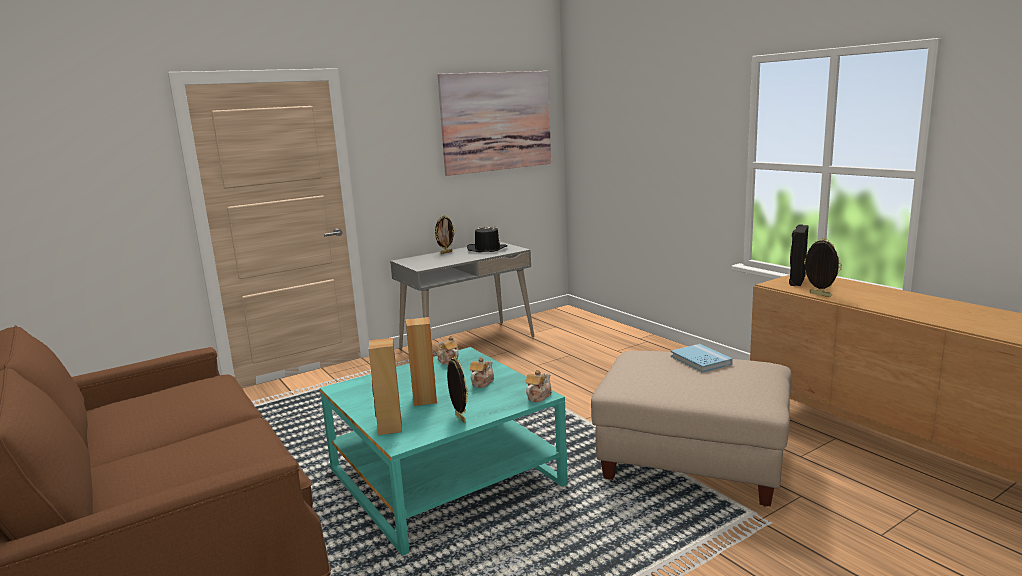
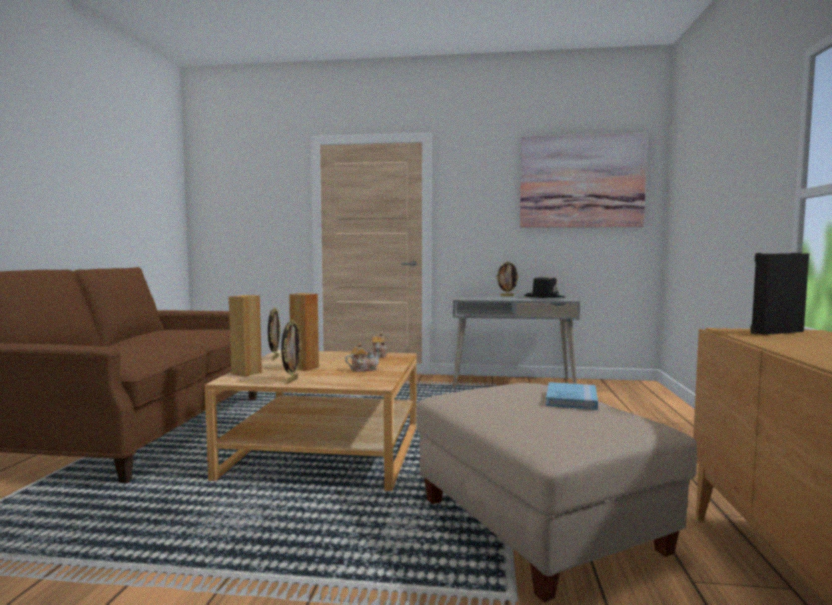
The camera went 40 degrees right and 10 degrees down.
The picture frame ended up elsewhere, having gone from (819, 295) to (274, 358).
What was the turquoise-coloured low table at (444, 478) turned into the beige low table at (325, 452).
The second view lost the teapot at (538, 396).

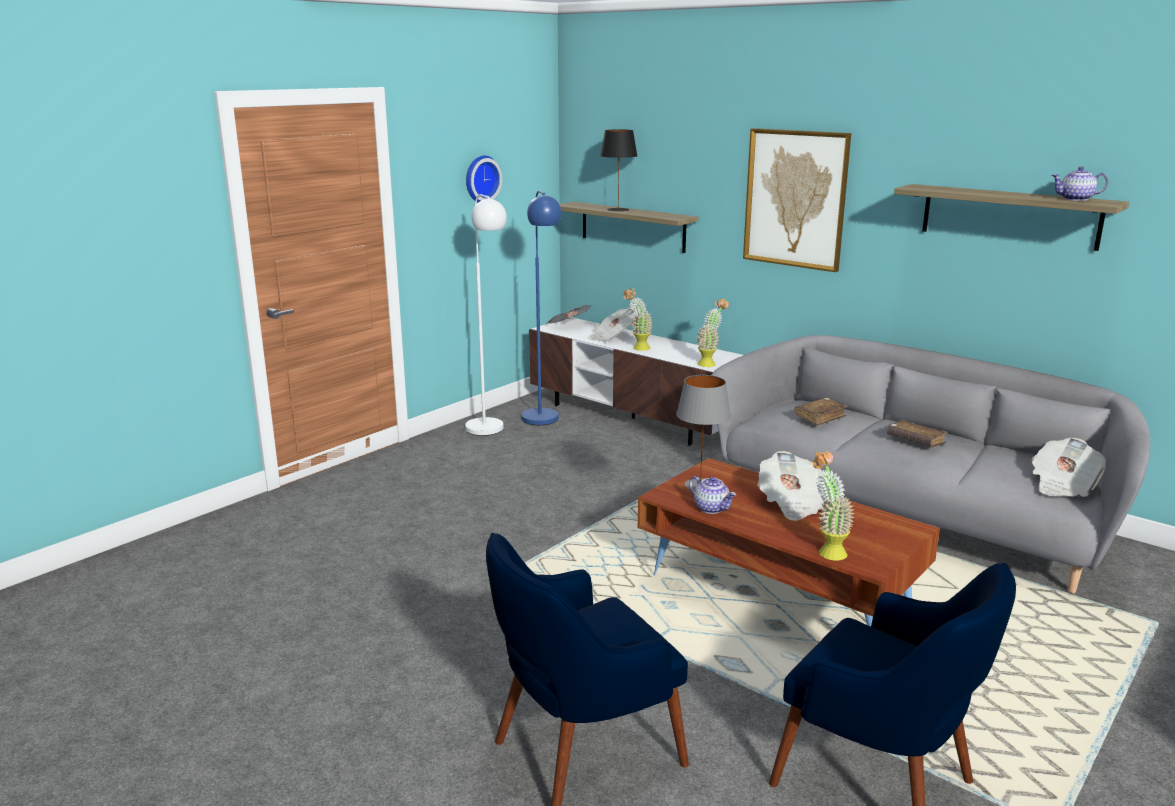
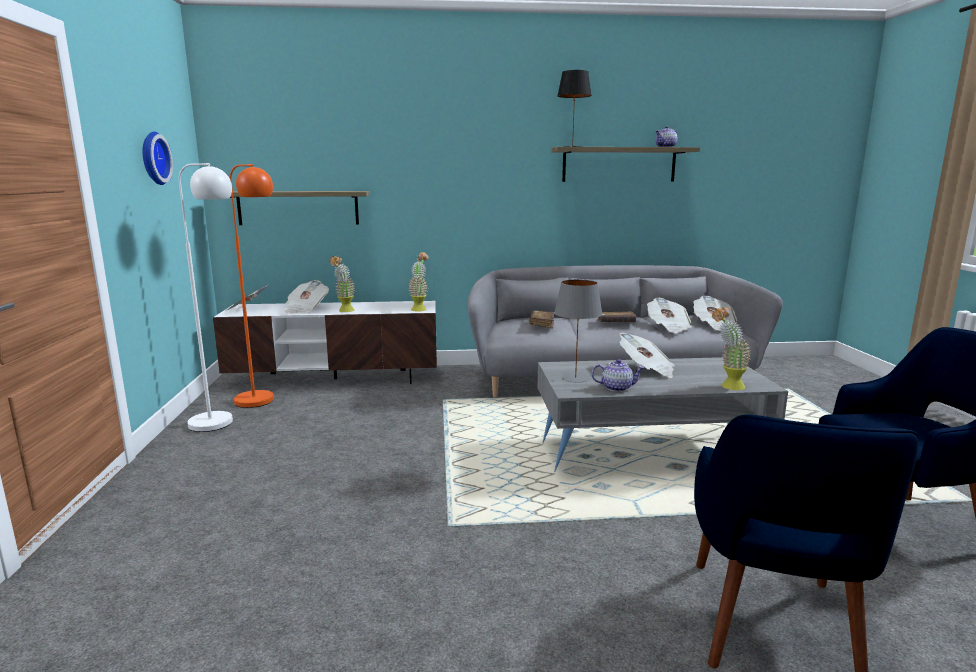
The camera went 45 degrees left and 5 degrees down.
The second view lost the wall picture at (795, 199).
The black-coloured tabletop lamp ended up elsewhere, having gone from (618, 210) to (573, 147).
What was the bluish standing lamp at (543, 423) turned into the orangey standing lamp at (263, 403).
What was the brown-coloured low table at (777, 602) turned into the greyish low table at (648, 453).
The second view gained the daily paper at (668, 327).

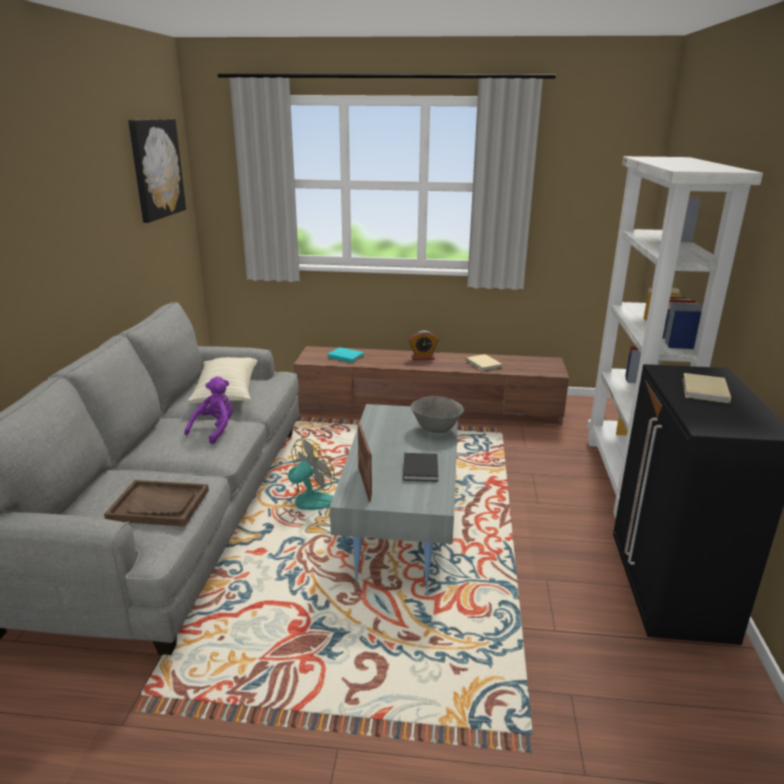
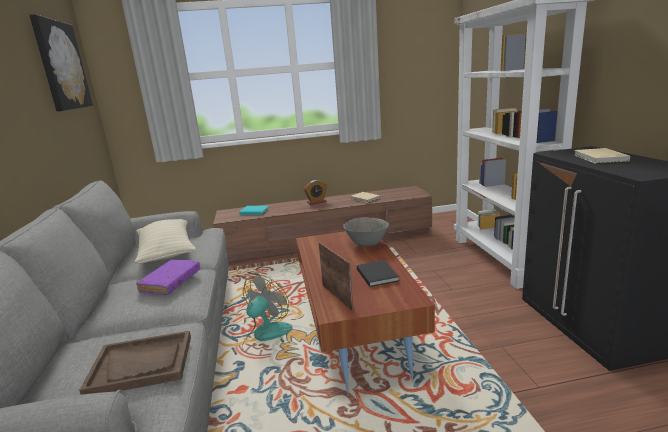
The camera went 15 degrees left and 5 degrees down.
Where the purple soft toy stood at (215, 430), the purple book came to stand at (171, 282).
What was the greyish low table at (401, 520) turned into the brown-coloured low table at (355, 329).

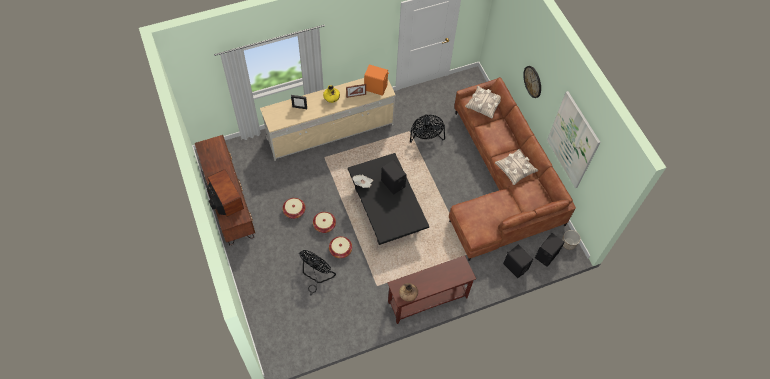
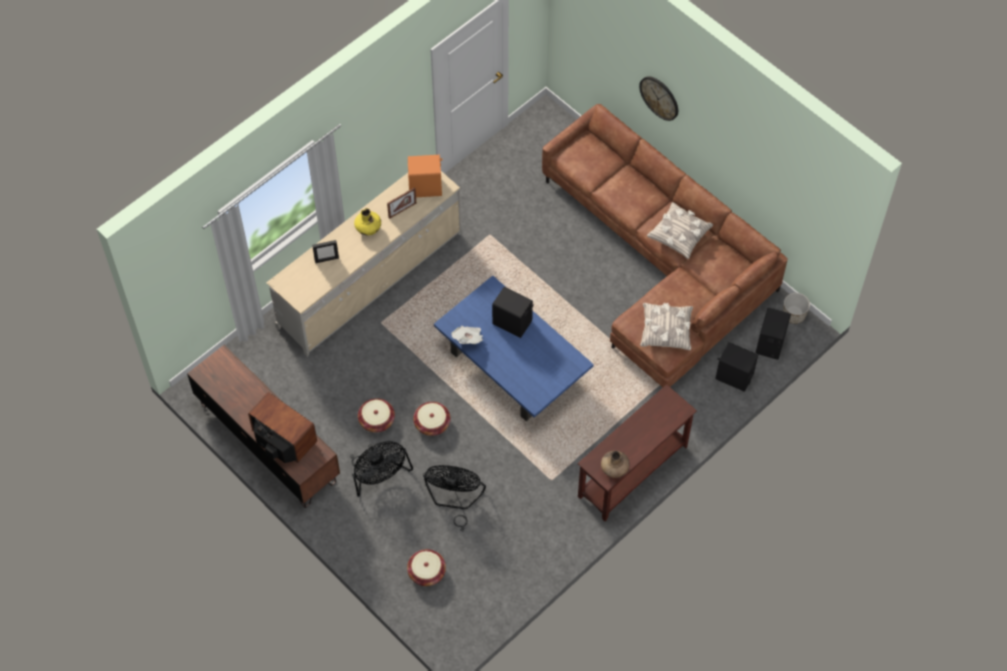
The camera went 20 degrees left and 0 degrees up.
The beige pillow ended up elsewhere, having gone from (483, 106) to (665, 331).
The second view lost the wall picture at (573, 140).
The black-coloured fan ended up elsewhere, having gone from (424, 136) to (377, 474).
What was the black-coloured low table at (387, 210) turned into the bluish low table at (514, 365).
The household basket ended up elsewhere, having gone from (340, 250) to (426, 572).

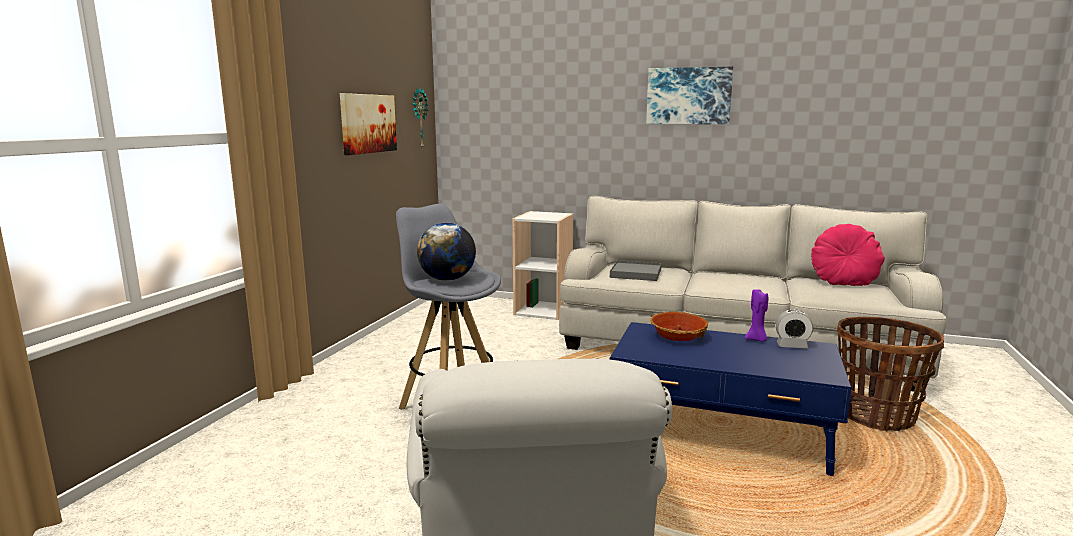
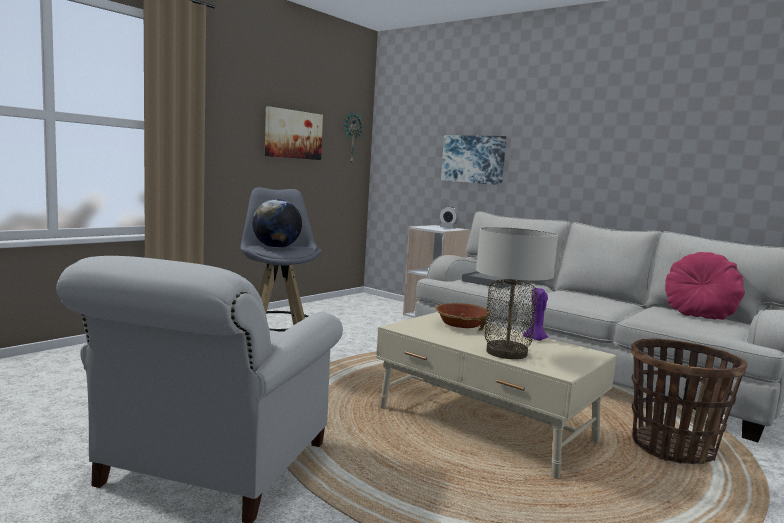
The camera went 20 degrees right and 5 degrees down.
The wall picture ended up elsewhere, having gone from (688, 96) to (473, 159).
The table clock ended up elsewhere, having gone from (792, 345) to (448, 228).
What was the bluish low table at (721, 433) turned into the beige low table at (485, 425).
The second view gained the tabletop lamp at (506, 352).

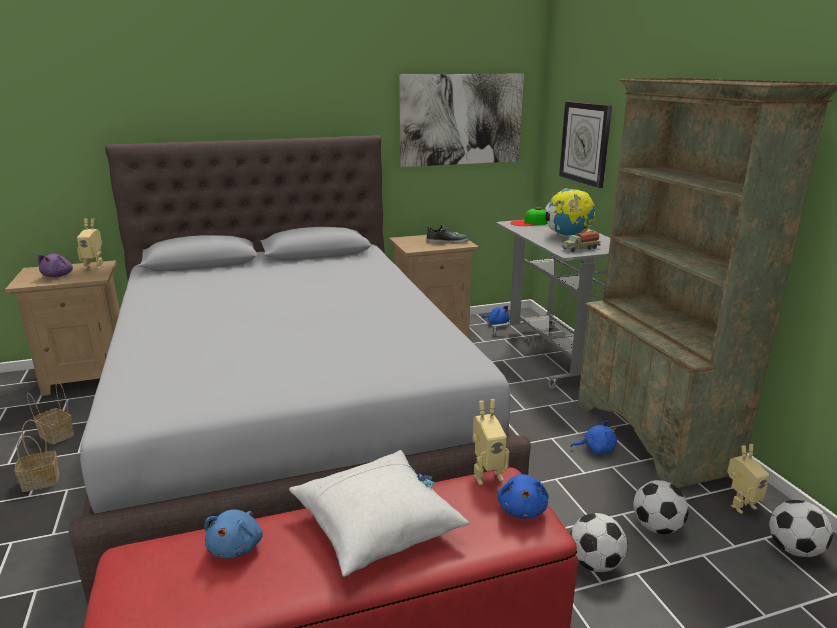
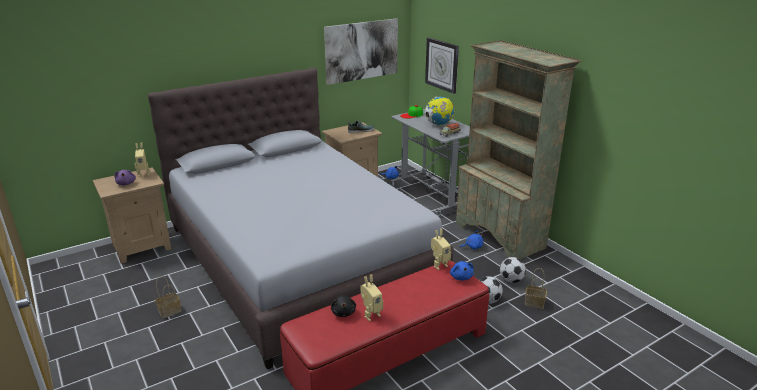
The camera went 15 degrees left and 5 degrees up.
The household basket ended up elsewhere, having gone from (55, 435) to (533, 303).
The model robot ended up elsewhere, having gone from (740, 504) to (371, 315).
The second view lost the greyish pillow at (376, 527).
The second view lost the football at (794, 549).
What was the bluish soft toy at (237, 547) turned into the black-coloured soft toy at (343, 312).

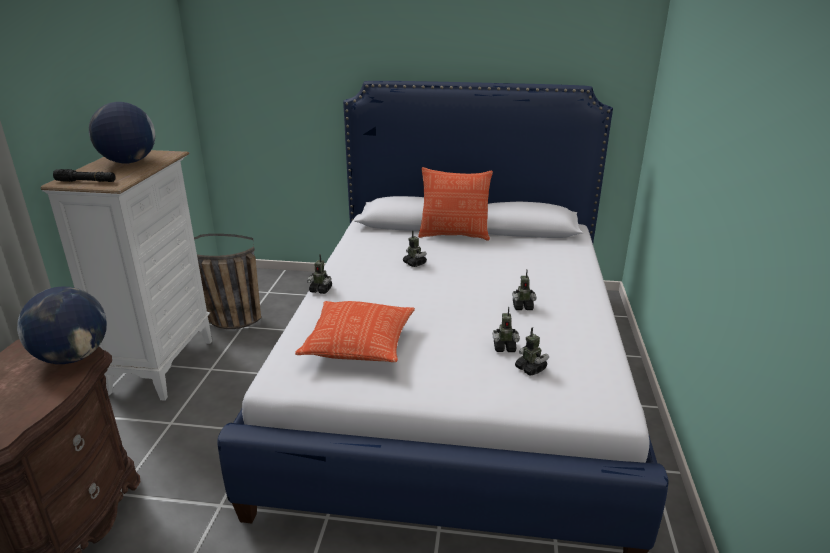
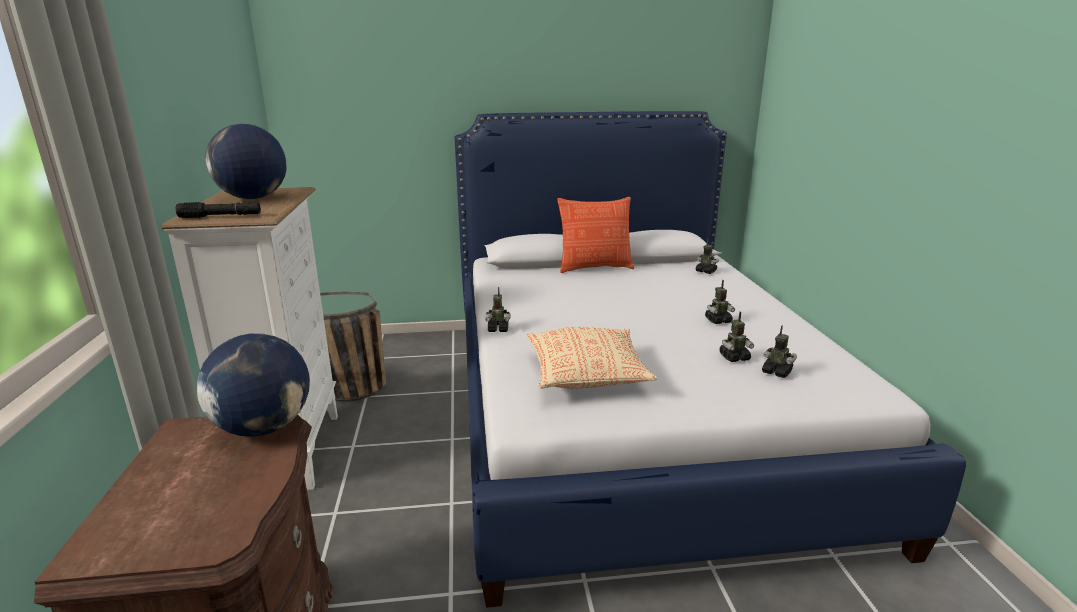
The camera went 15 degrees left and 5 degrees down.
The model robot ended up elsewhere, having gone from (414, 263) to (705, 271).
What was the orangey pillow at (358, 345) turned into the beige pillow at (587, 374).

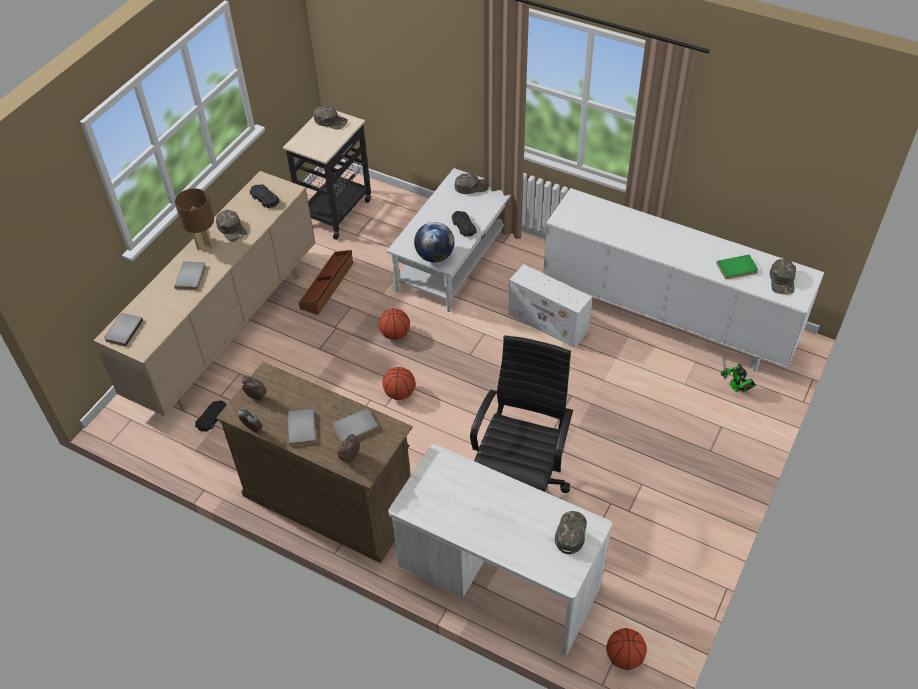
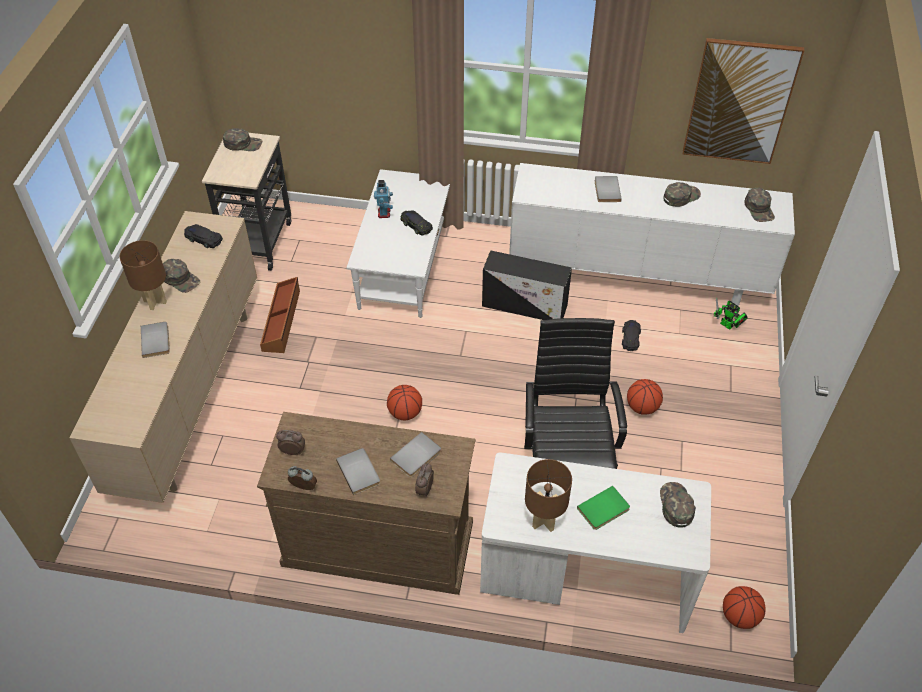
The camera went 20 degrees left and 0 degrees up.
The greenish peaked cap ended up elsewhere, having gone from (471, 186) to (681, 196).
The second view lost the world globe at (435, 256).
The greenish book ended up elsewhere, having gone from (737, 269) to (604, 510).
What was the whitish storage container at (549, 323) turned into the black-coloured storage container at (526, 306).
The basketball ended up elsewhere, having gone from (395, 334) to (642, 407).
The greyish book ended up elsewhere, having gone from (122, 330) to (606, 190).
The black-coloured model car ended up elsewhere, having gone from (212, 417) to (630, 337).
The second view gained the wall picture at (739, 102).
The second view gained the model robot at (384, 213).
The second view gained the brown-coloured tabletop lamp at (543, 521).

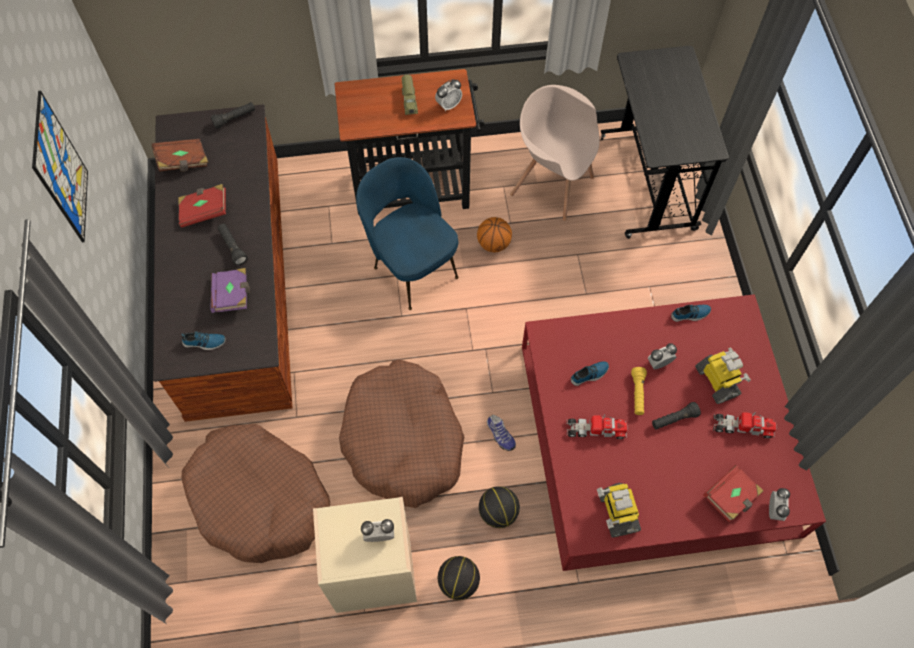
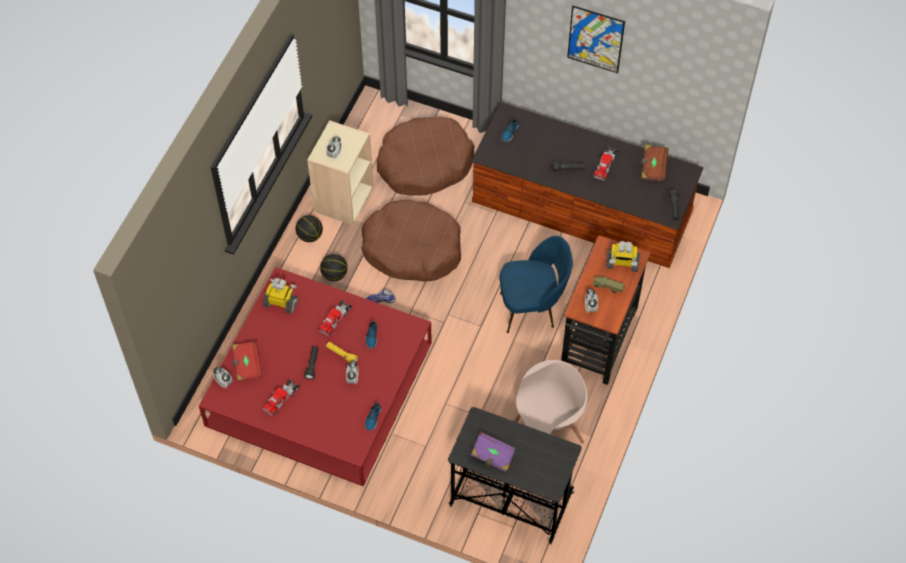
The camera went 120 degrees right and 5 degrees down.
Where the red-coloured book stood at (204, 211), the toy truck came to stand at (605, 165).
The second view lost the basketball at (494, 244).
The purple book ended up elsewhere, having gone from (232, 295) to (492, 456).
The model robot ended up elsewhere, having gone from (717, 381) to (622, 263).

